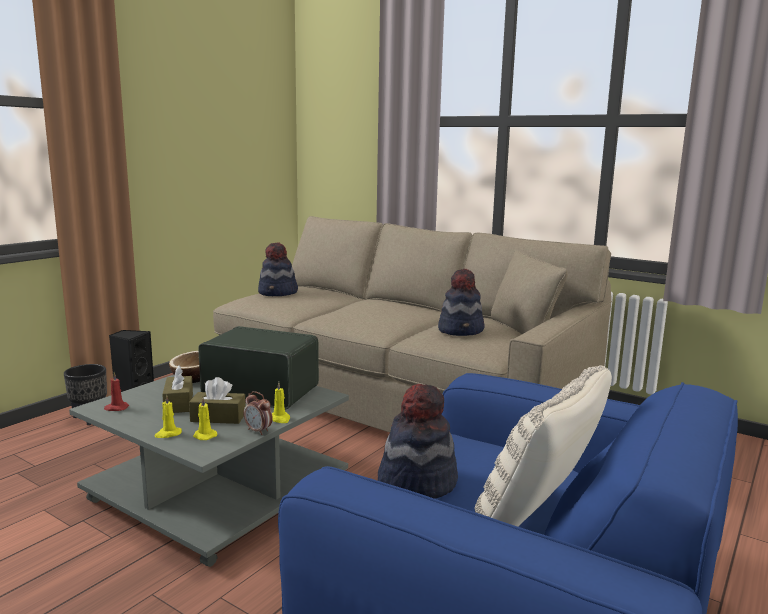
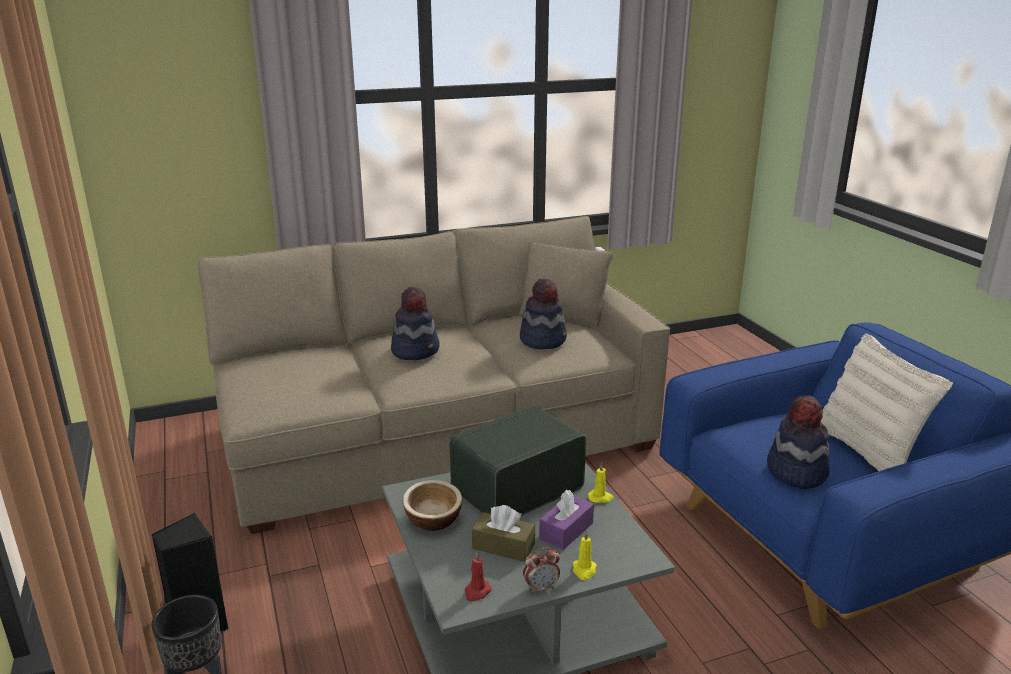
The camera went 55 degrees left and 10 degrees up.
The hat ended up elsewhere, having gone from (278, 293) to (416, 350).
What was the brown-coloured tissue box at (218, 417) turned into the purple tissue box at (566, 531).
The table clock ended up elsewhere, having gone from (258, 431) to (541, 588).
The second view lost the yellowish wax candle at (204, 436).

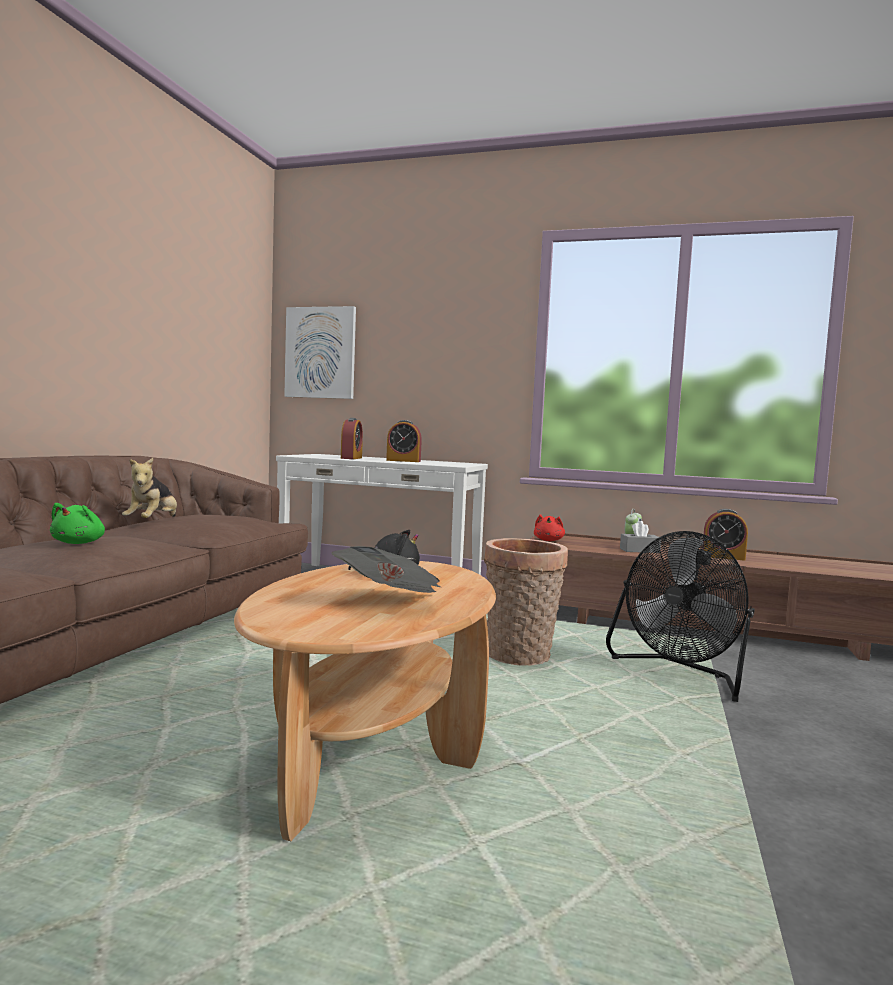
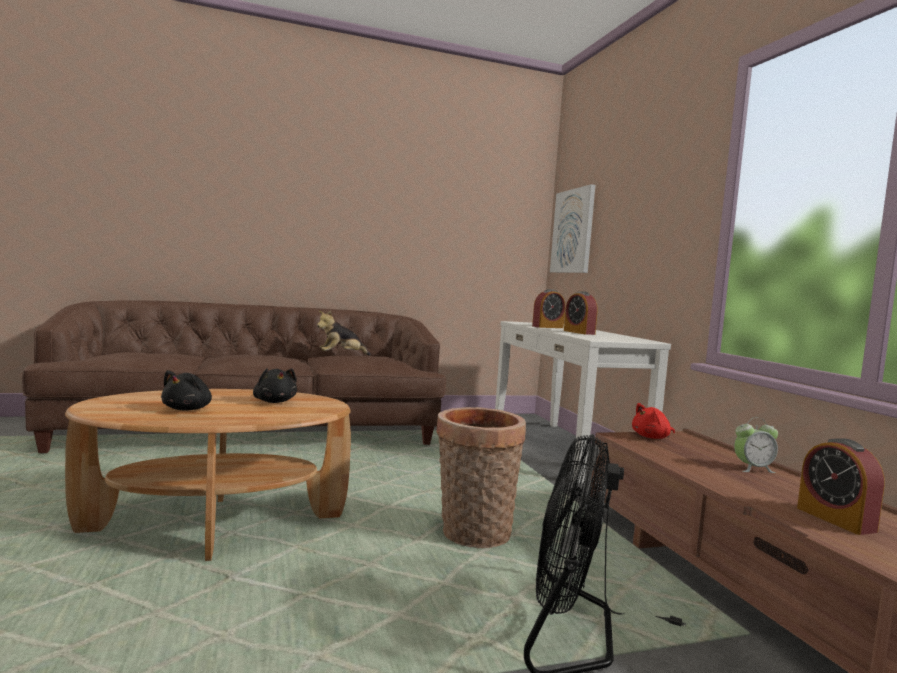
The camera went 55 degrees right and 0 degrees up.
The second view lost the greenish soft toy at (79, 543).
The second view lost the greyish tissue box at (639, 550).
Where the daily paper stood at (390, 602), the black-coloured soft toy came to stand at (188, 409).

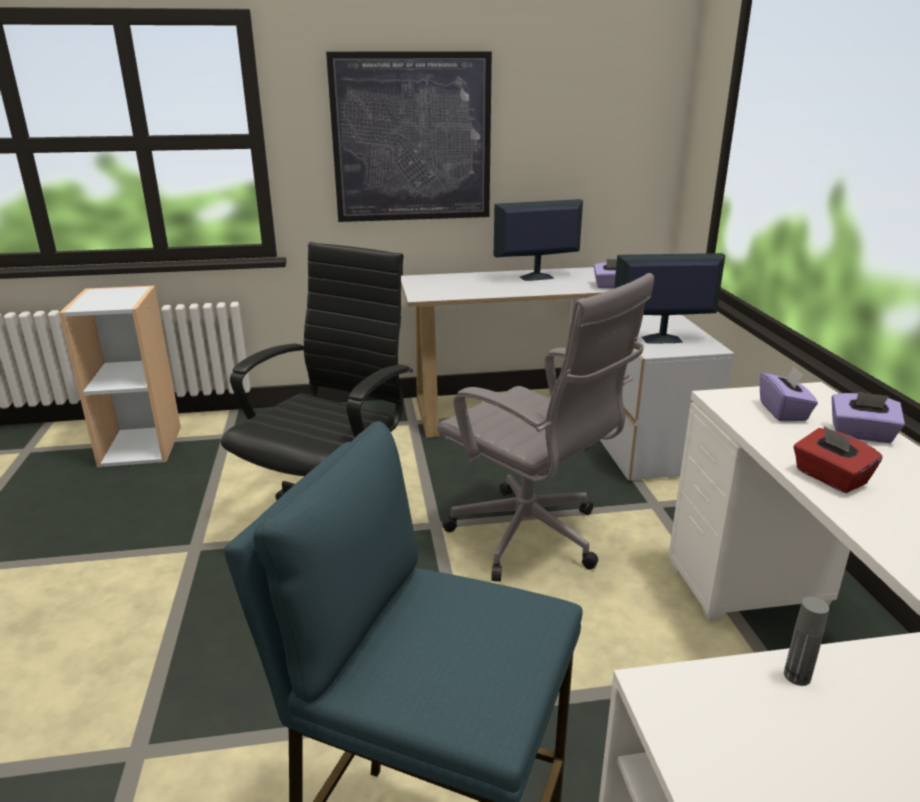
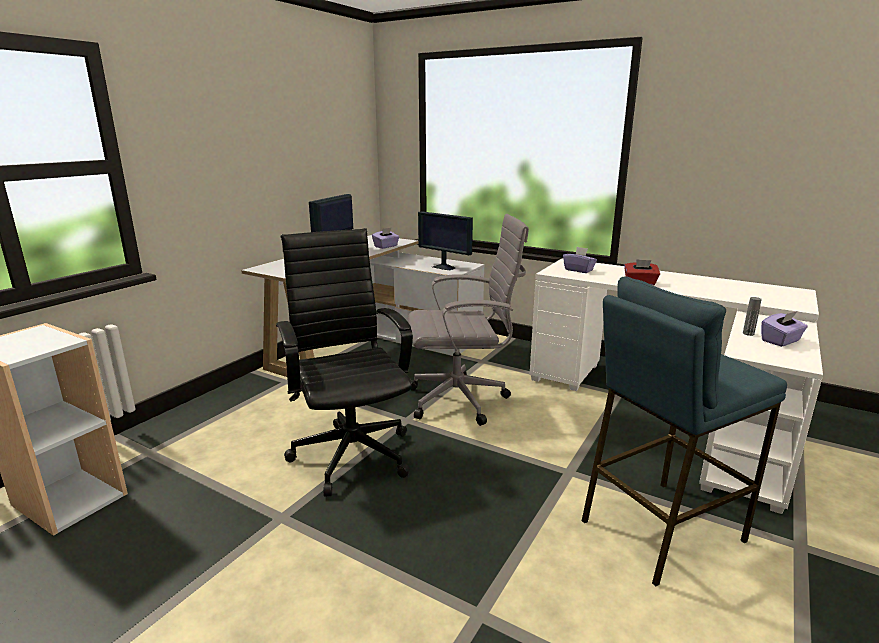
The camera went 50 degrees left and 5 degrees down.
The second view lost the wall picture at (412, 138).
The computer display at (661, 339) ended up facing another way, 90 degrees counterclockwise from before.
The purple tissue box ended up elsewhere, having gone from (861, 434) to (781, 341).

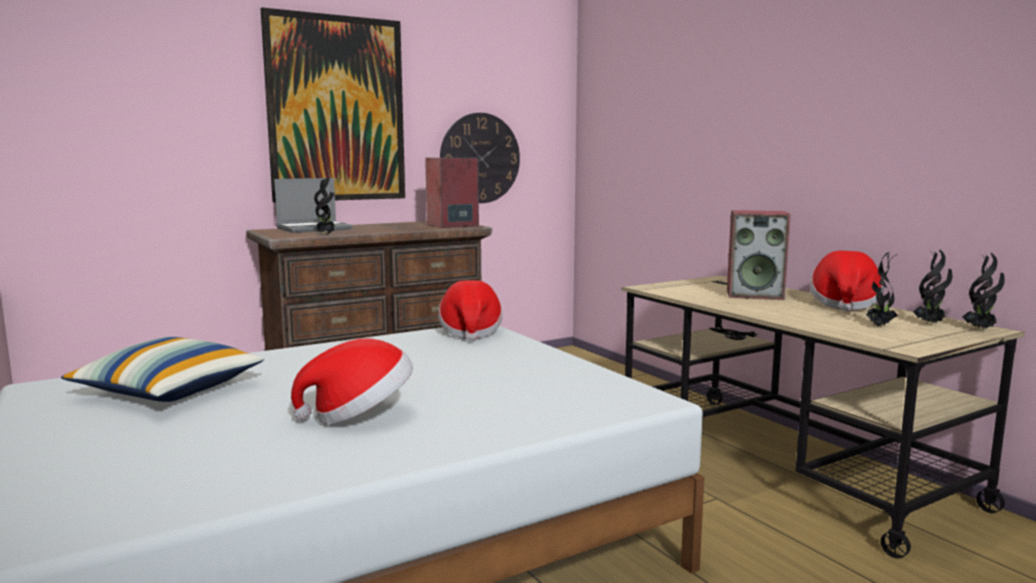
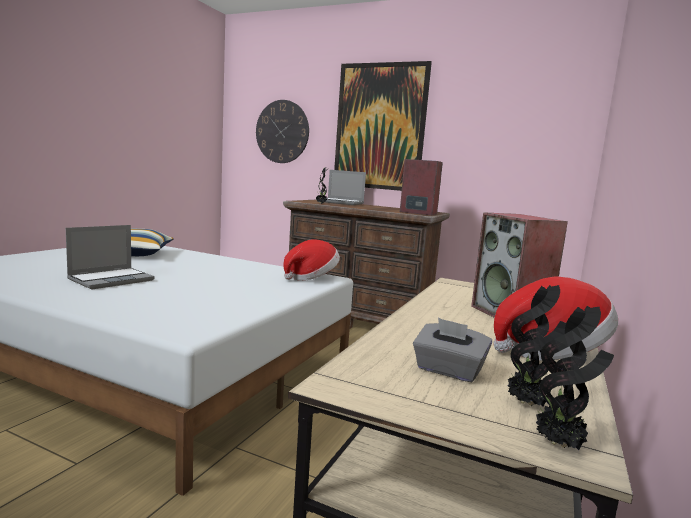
The camera went 55 degrees right and 0 degrees up.
The clock on the wall ended up elsewhere, having gone from (480, 158) to (282, 132).
Where the houseplant stood at (879, 326), the greyish tissue box came to stand at (448, 371).
Where the hat stood at (359, 415), the laptop came to stand at (112, 279).

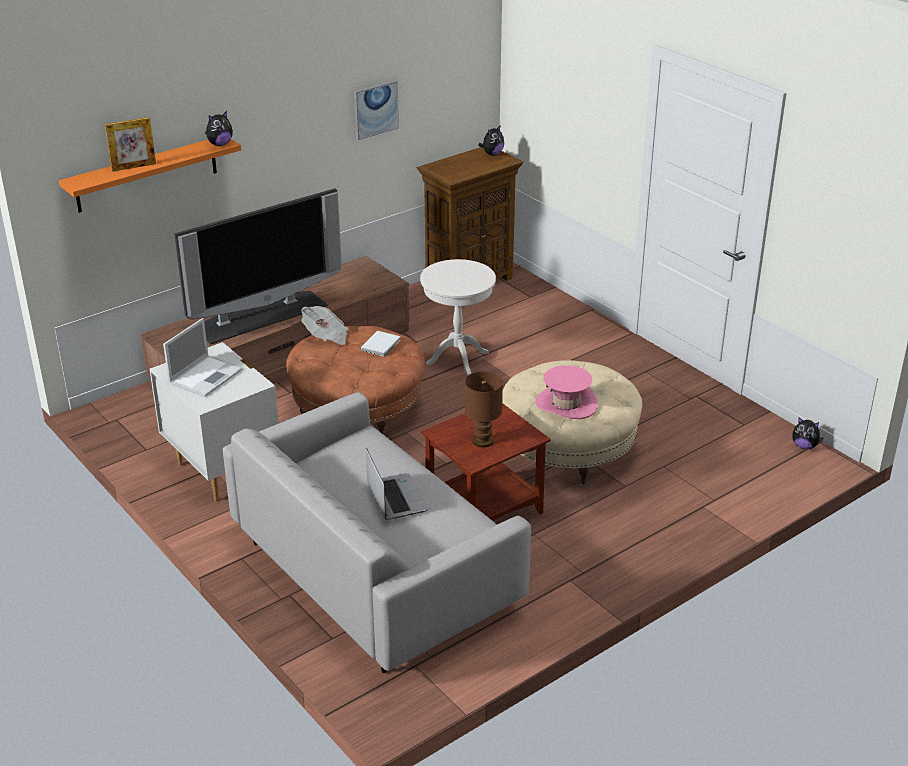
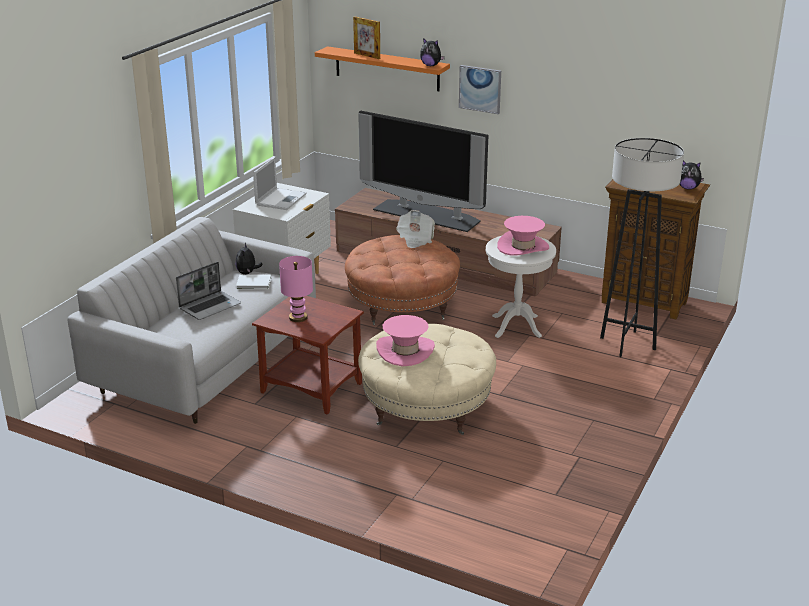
The camera went 65 degrees right and 5 degrees down.
The wall picture ended up elsewhere, having gone from (375, 109) to (480, 89).
The laptop at (206, 376) ended up facing another way, 75 degrees counterclockwise from before.
The whitish book ended up elsewhere, having gone from (381, 345) to (254, 284).
What was the brown-coloured tabletop lamp at (482, 441) turned into the pink-coloured tabletop lamp at (298, 317).
The soft toy ended up elsewhere, having gone from (804, 446) to (247, 273).
The second view gained the greyish standing lamp at (627, 343).
The second view gained the pink-coloured hat at (523, 247).

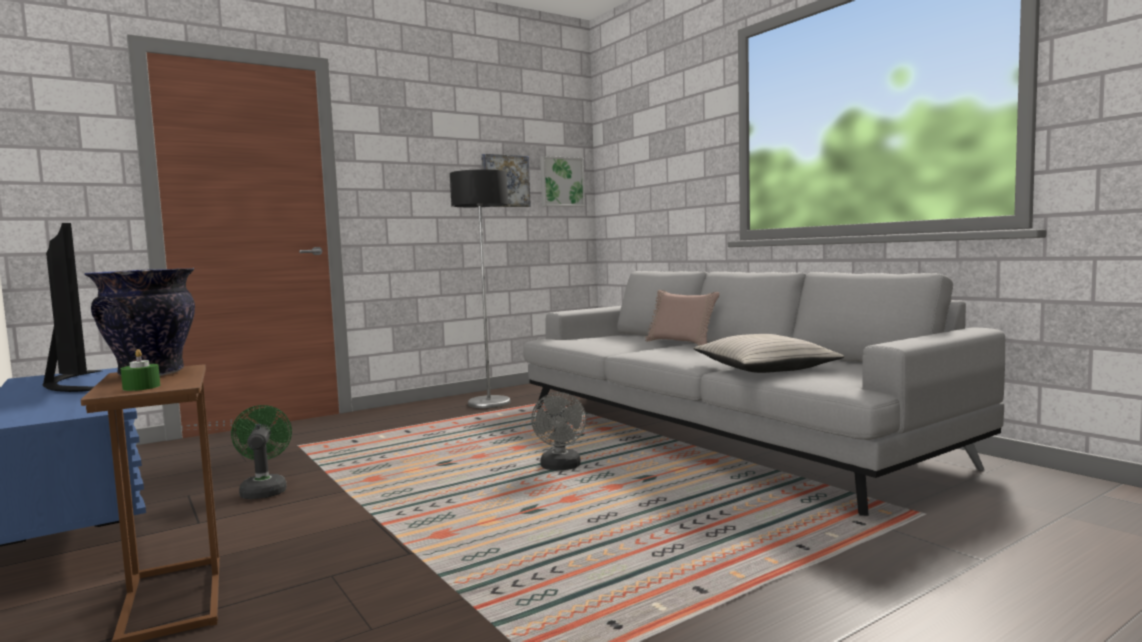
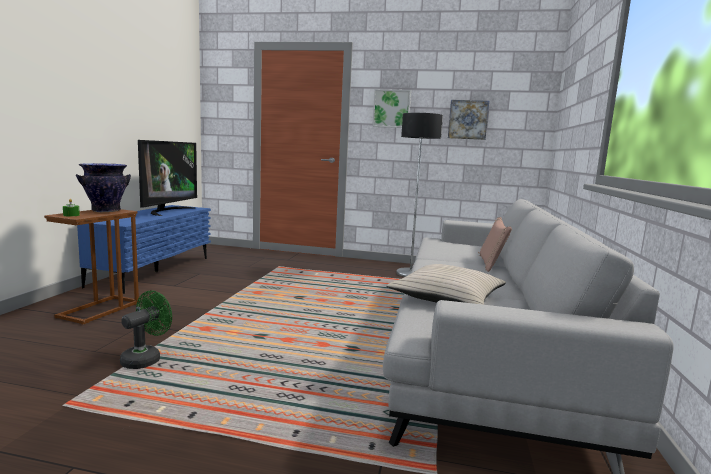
The camera went 45 degrees right and 5 degrees up.
The wall picture ended up elsewhere, having gone from (561, 182) to (391, 109).
The second view lost the greyish fan at (561, 467).
The greenish fan ended up elsewhere, having gone from (264, 490) to (146, 358).

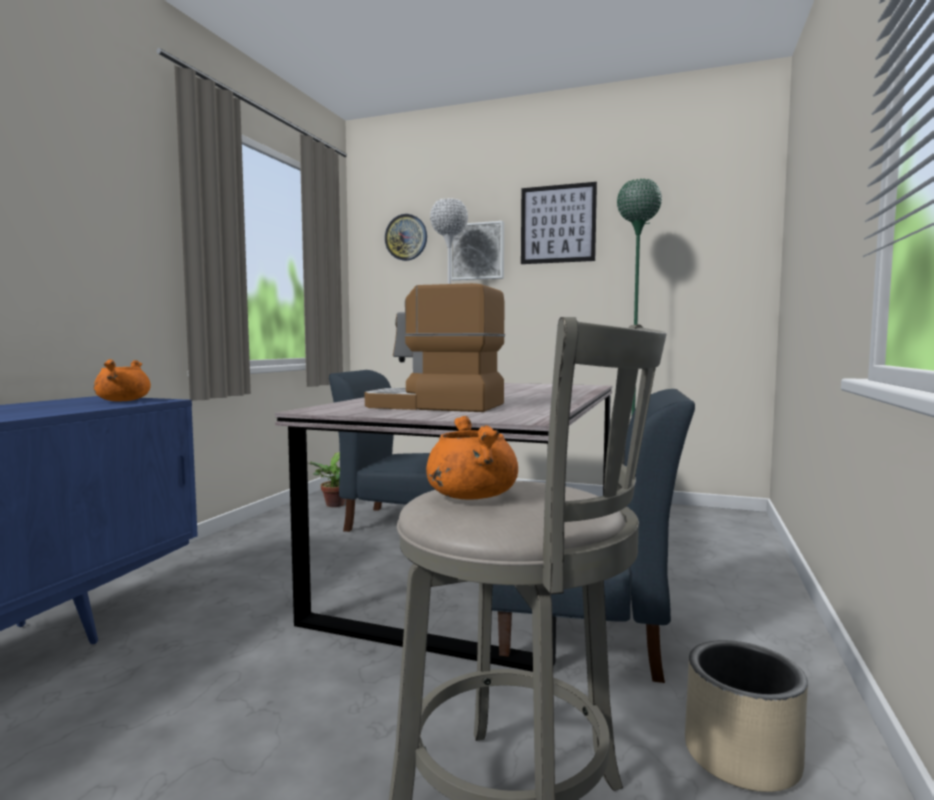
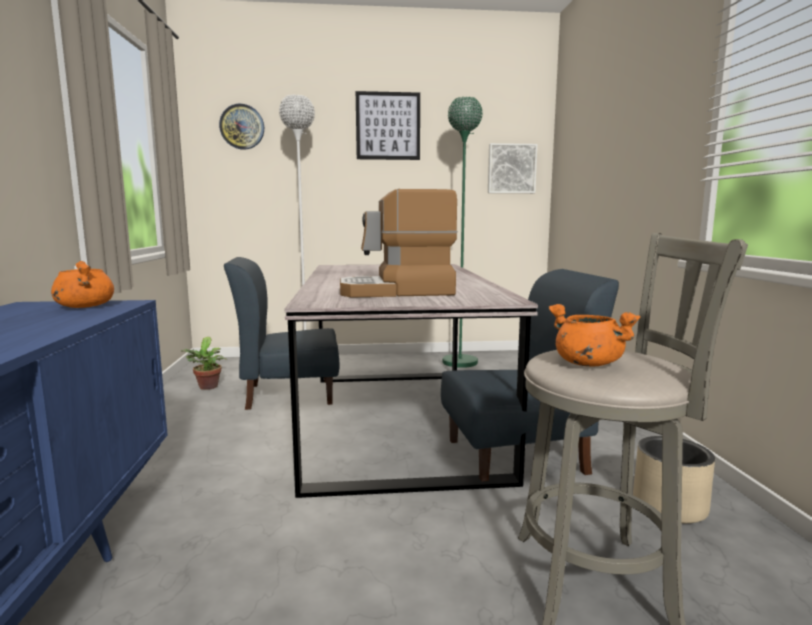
The camera went 25 degrees left and 5 degrees up.
The wall picture ended up elsewhere, having gone from (477, 251) to (511, 169).

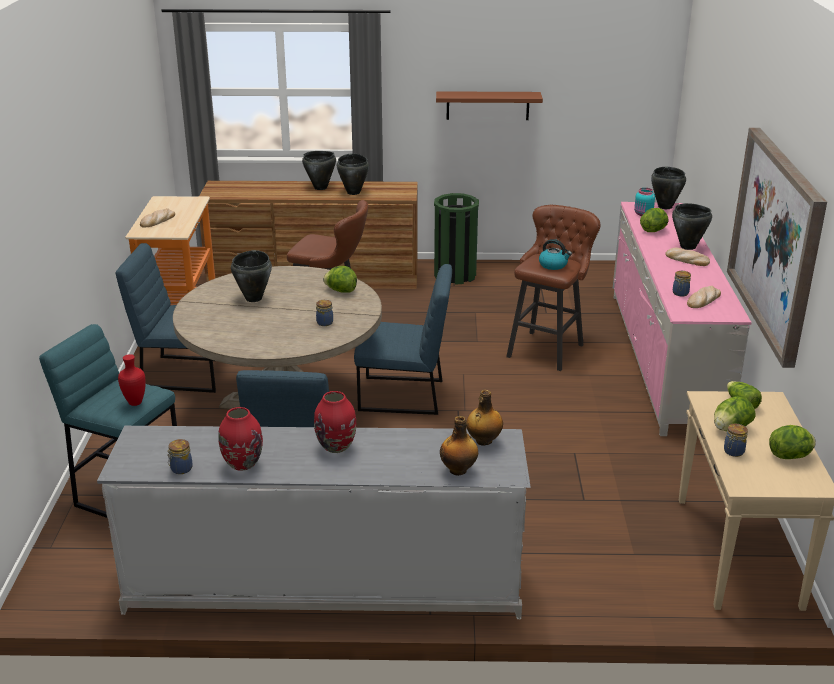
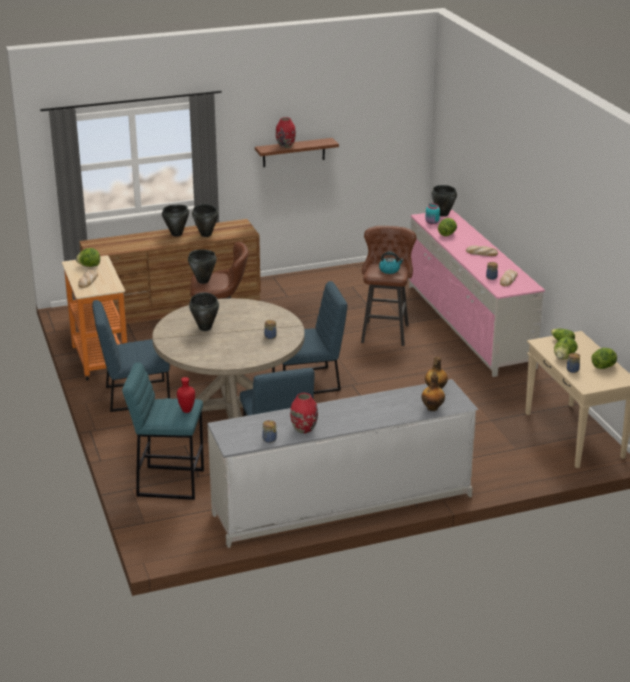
The camera went 20 degrees left and 0 degrees up.
The second view lost the wall picture at (776, 241).
The second view lost the greenish rubbish bin at (455, 275).
The black-coloured stockpot ended up elsewhere, having gone from (688, 247) to (203, 281).
The lettuce ended up elsewhere, having gone from (341, 291) to (89, 266).
The red-coloured vase ended up elsewhere, having gone from (336, 446) to (286, 146).

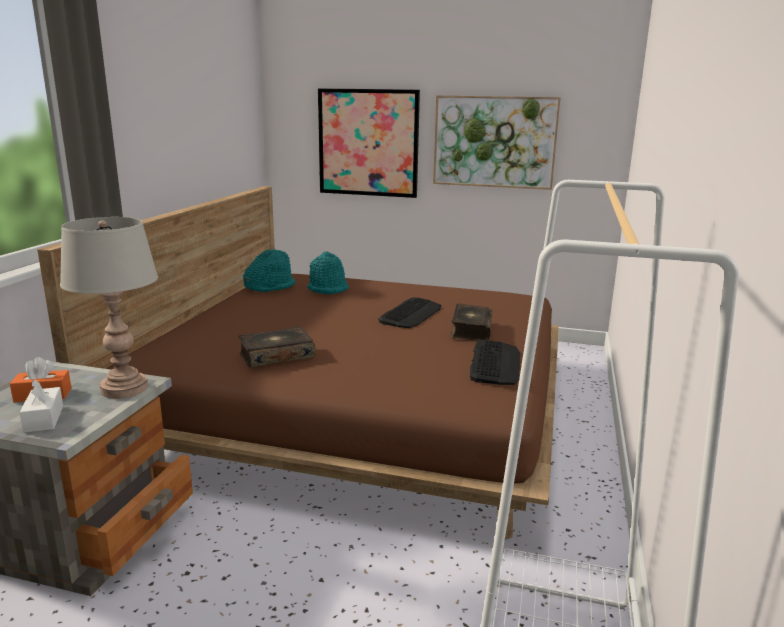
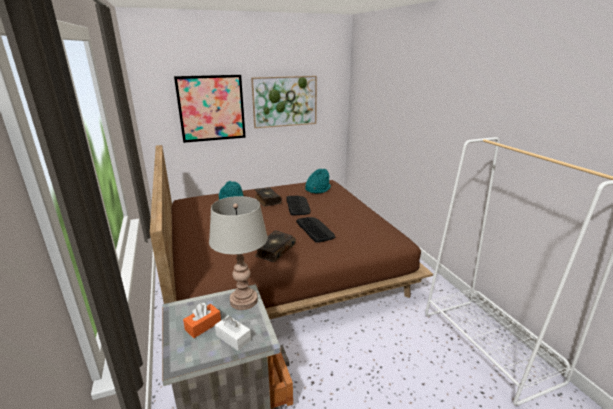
The camera went 35 degrees left and 5 degrees up.
The turquoise-coloured hat ended up elsewhere, having gone from (270, 286) to (317, 189).
The book ended up elsewhere, having gone from (470, 330) to (267, 200).
The computer keyboard ended up elsewhere, having gone from (495, 363) to (315, 229).

